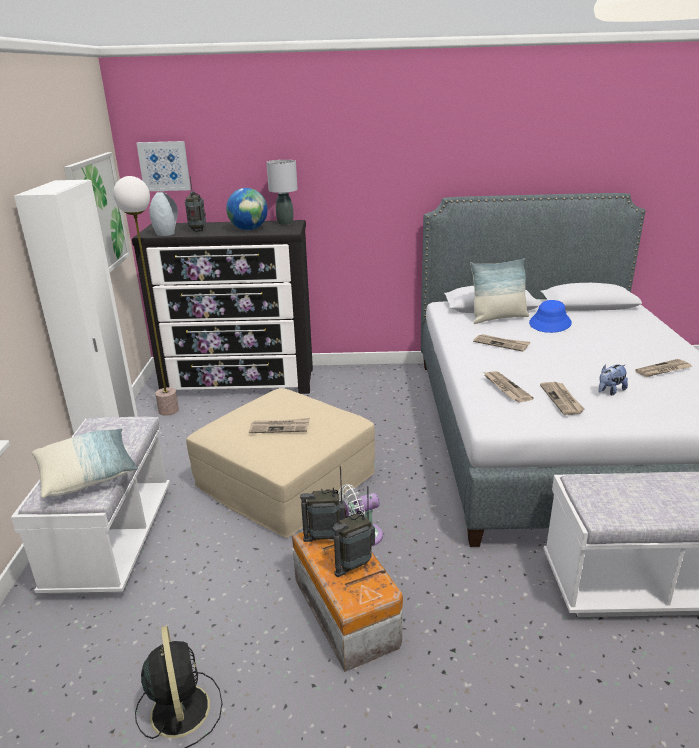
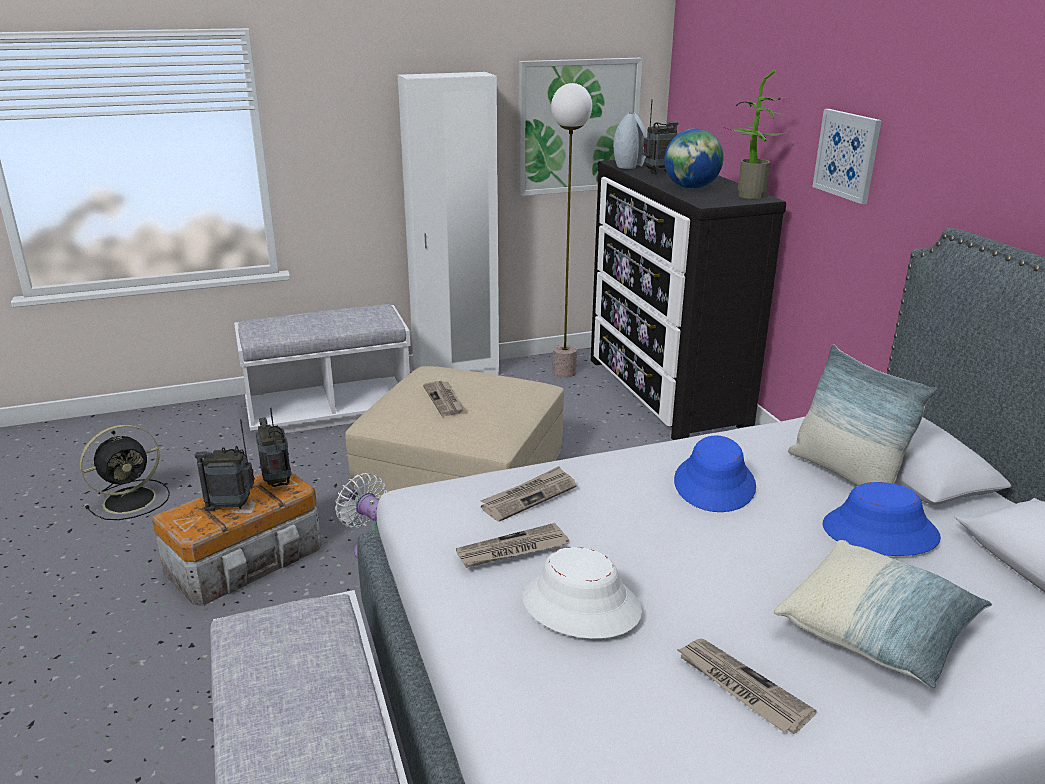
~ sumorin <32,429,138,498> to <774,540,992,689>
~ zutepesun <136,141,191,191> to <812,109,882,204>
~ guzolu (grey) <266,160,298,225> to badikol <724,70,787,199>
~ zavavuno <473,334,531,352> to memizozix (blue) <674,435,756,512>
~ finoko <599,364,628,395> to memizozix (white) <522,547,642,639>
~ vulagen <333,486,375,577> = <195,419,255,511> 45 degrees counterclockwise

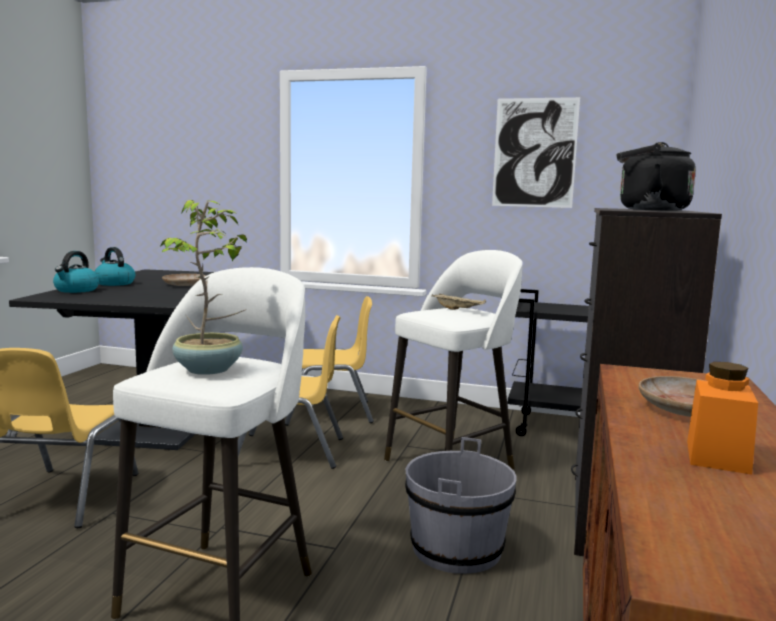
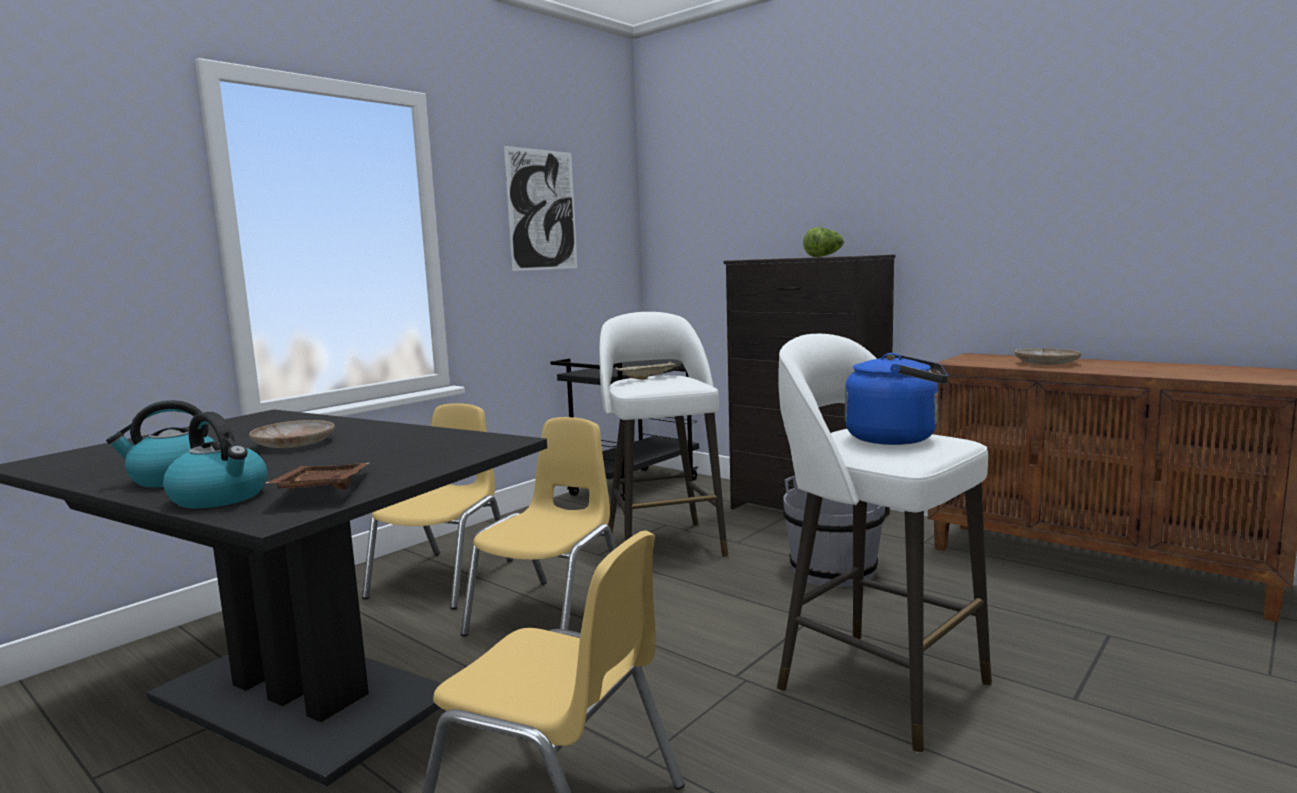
- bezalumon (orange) <687,362,758,475>
+ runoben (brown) <266,463,369,490>
~ badikol <160,200,247,375> to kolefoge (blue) <845,353,948,445>
~ kolefoge (black) <617,142,696,211> to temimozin <803,227,844,257>

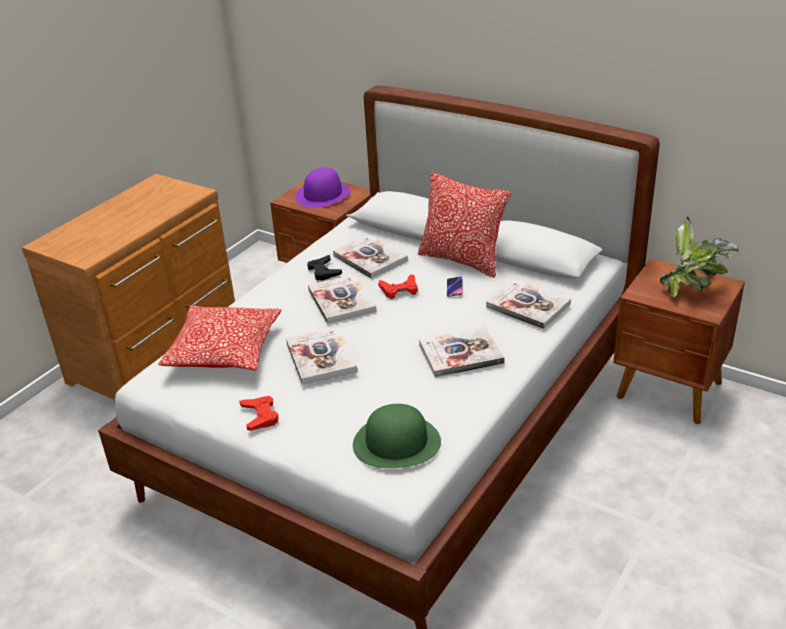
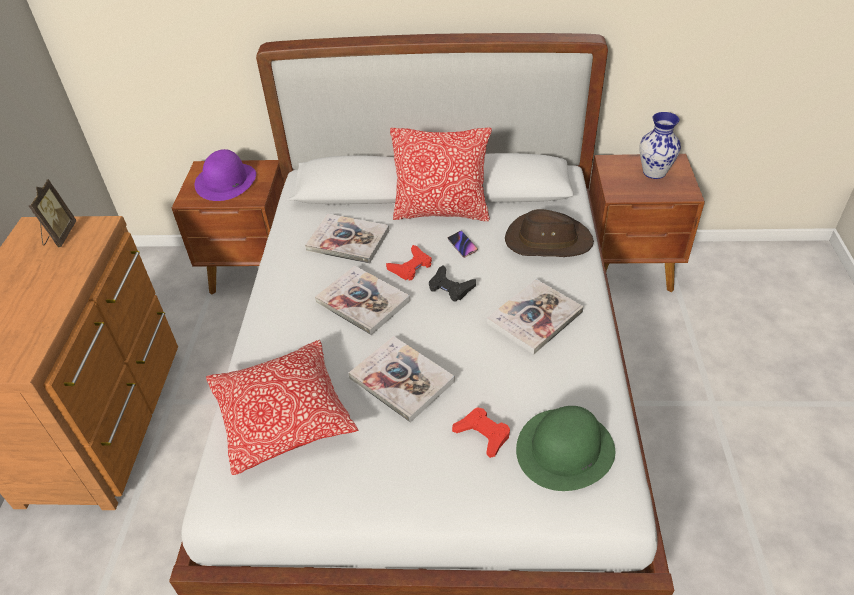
+ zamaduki <29,179,77,247>
~ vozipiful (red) <239,396,279,431> to <452,408,510,458>
~ vozipiful (black) <307,255,342,281> to <429,265,476,302>
~ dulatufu <486,279,571,329> to memizozix (brown) <505,209,594,257>
~ badikol <660,217,739,298> to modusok <639,112,681,179>

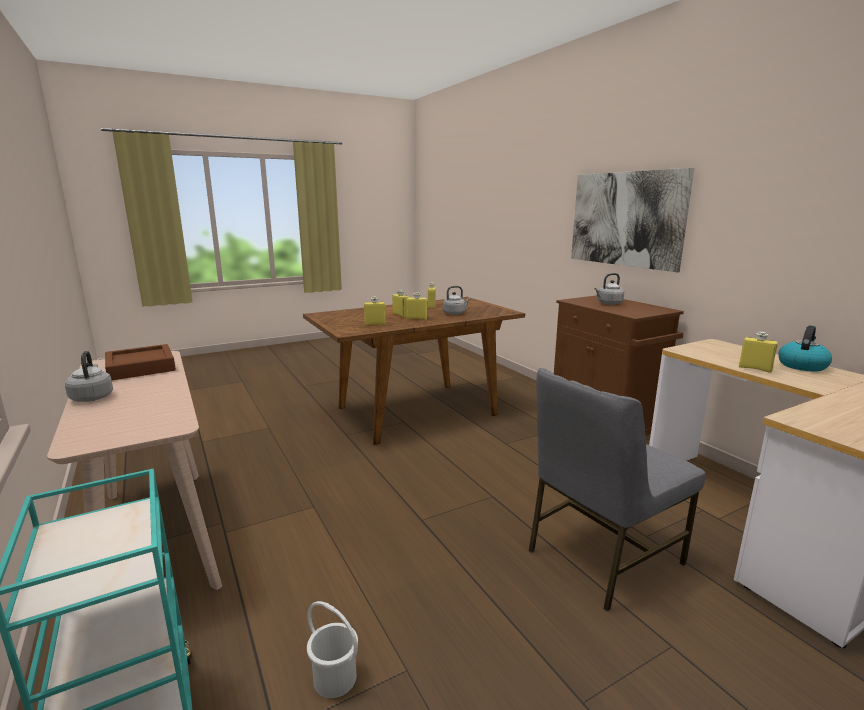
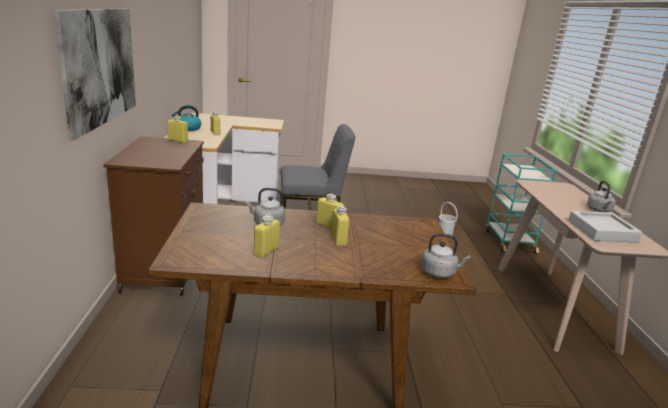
~ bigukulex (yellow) <364,297,386,325> to <167,115,188,144>
~ kolefoge (grey) <594,273,624,305> to <421,233,471,278>
~ runoben (brown) <105,344,176,380> to runoben (grey) <568,211,642,243>

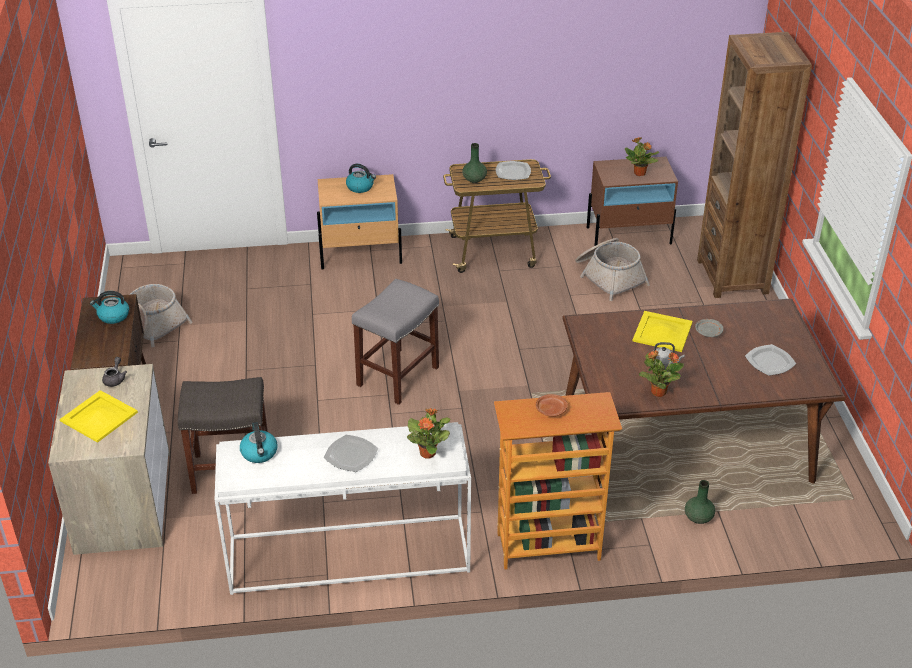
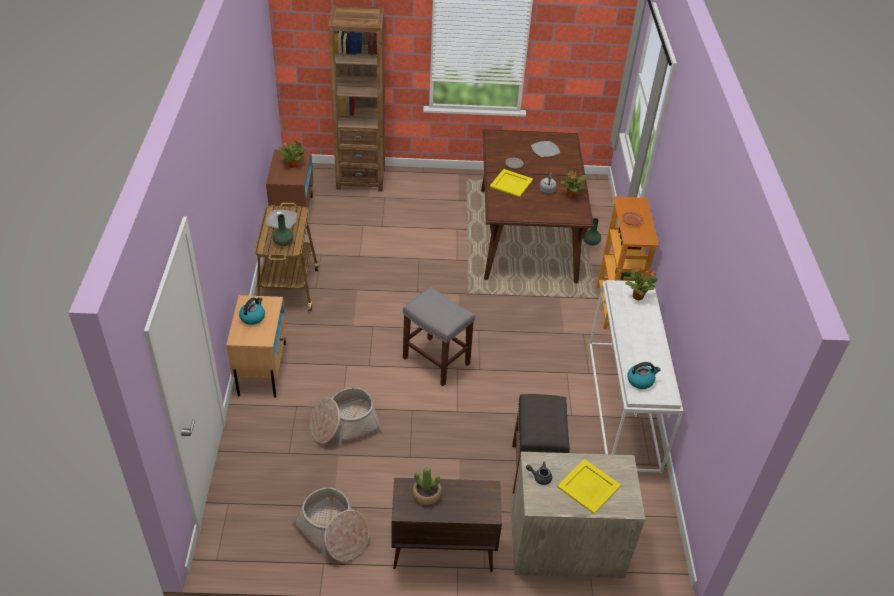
- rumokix <324,435,378,472>
~ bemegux <575,238,650,301> to <310,387,383,447>
~ kolefoge <90,291,129,324> to badikol <413,467,442,505>

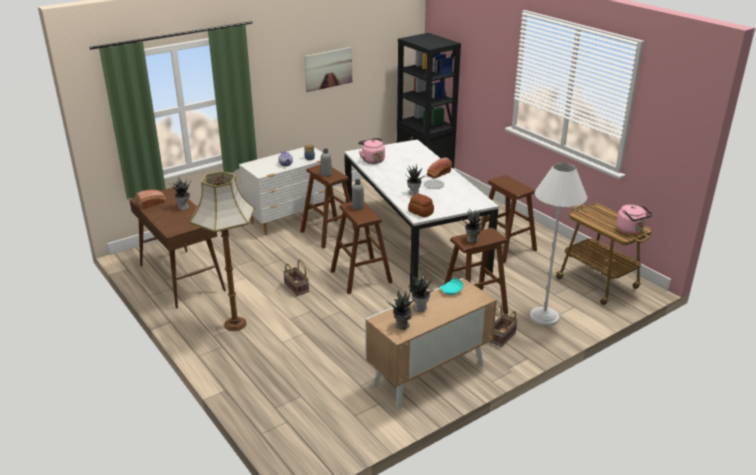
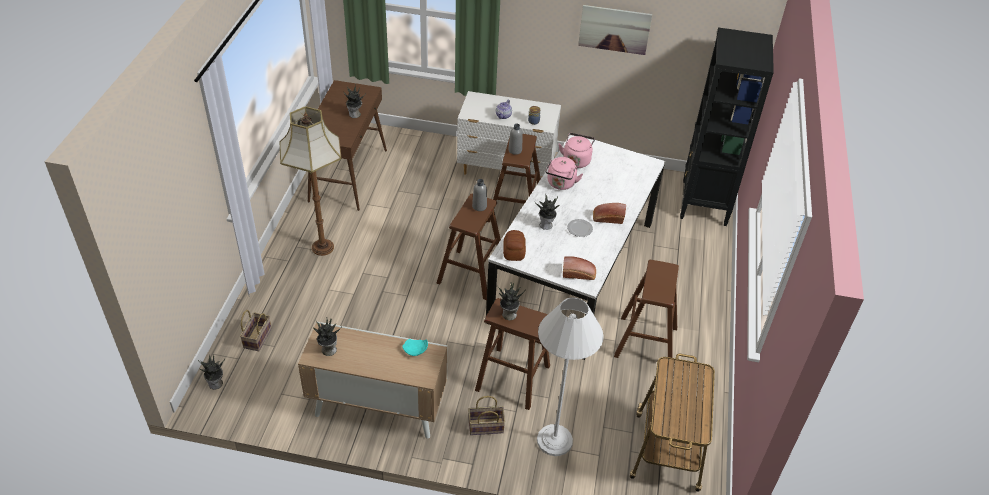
~ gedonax <135,190,166,209> to <563,256,596,280>
~ bemegux <283,259,309,296> to <240,310,272,351>
~ badikol <408,274,434,312> to <198,355,225,389>
~ kolefoge (pink) <616,205,653,234> to <545,157,583,190>

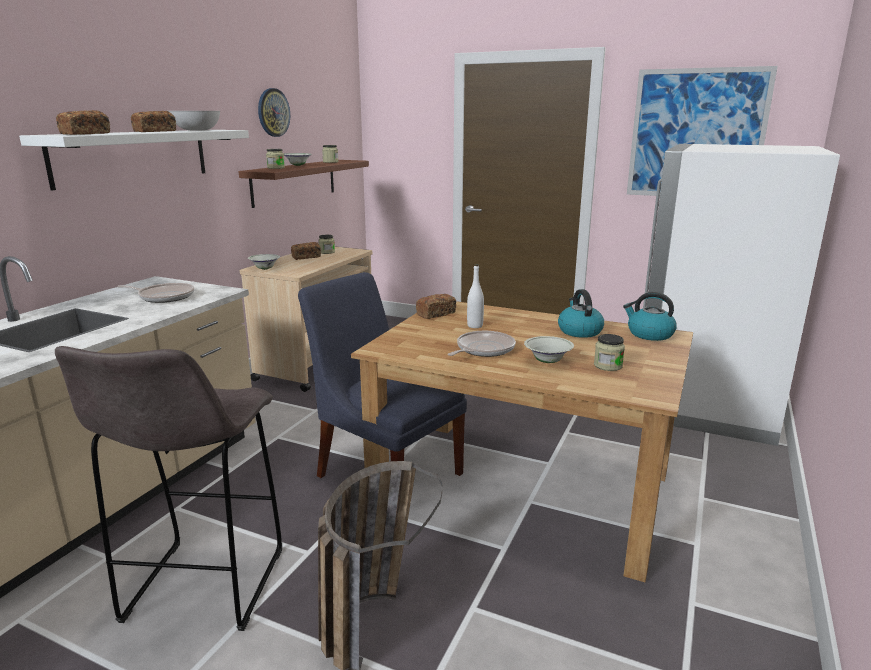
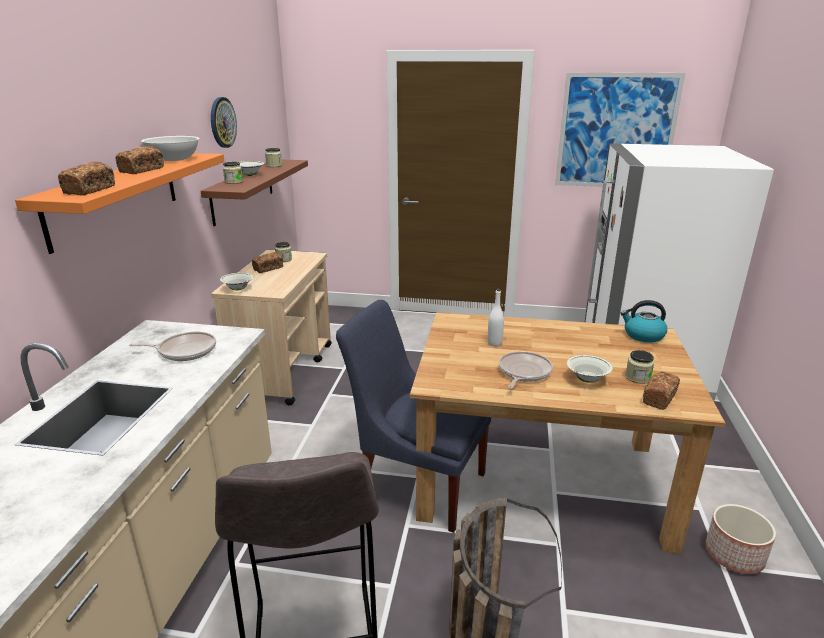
- kolefoge <558,289,604,338>
+ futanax <705,504,776,574>
~ gedonax <416,294,456,319> to <643,372,680,410>
~ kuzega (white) <19,130,249,190> to kuzega (orange) <15,153,225,254>

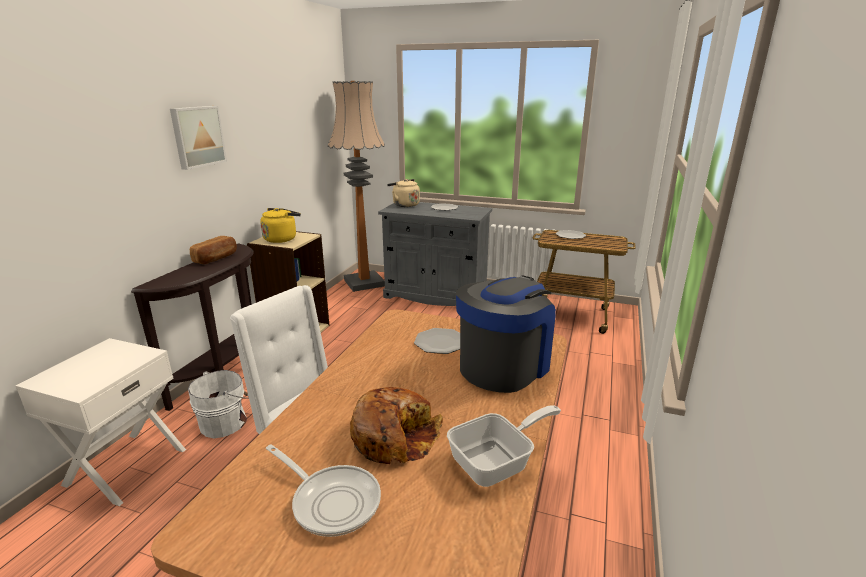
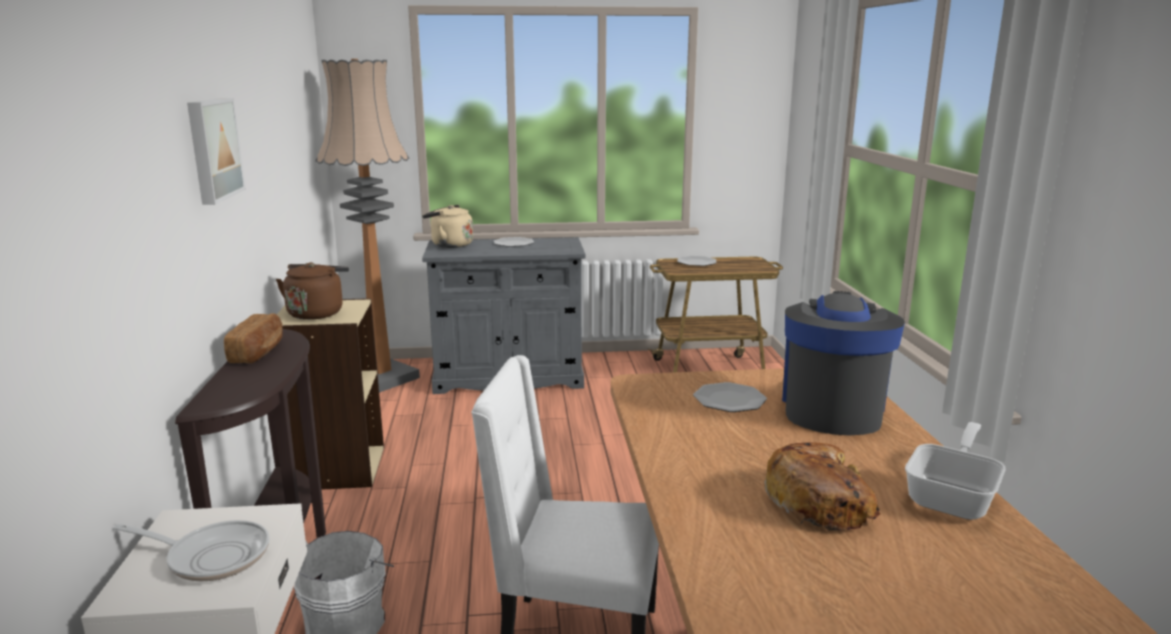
~ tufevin <266,444,381,537> to <113,520,270,582>
~ kolefoge (yellow) <260,208,301,243> to kolefoge (brown) <276,262,349,320>

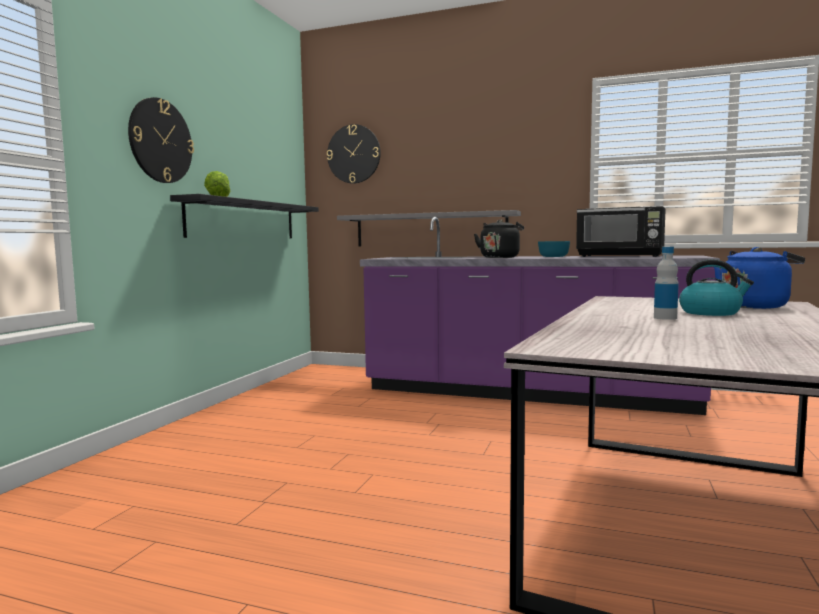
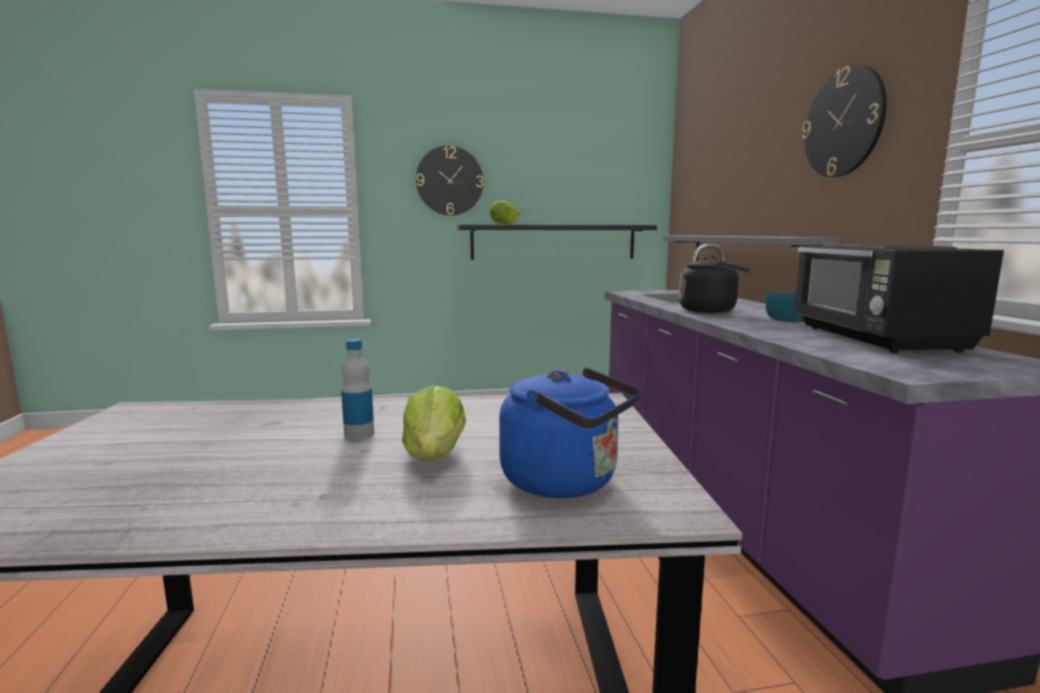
~ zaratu <327,124,381,184> to <802,65,887,177>
~ kolefoge <679,259,754,316> to temimozin <402,385,466,461>

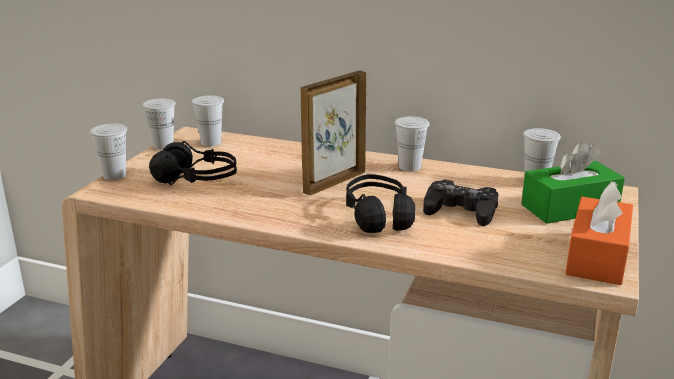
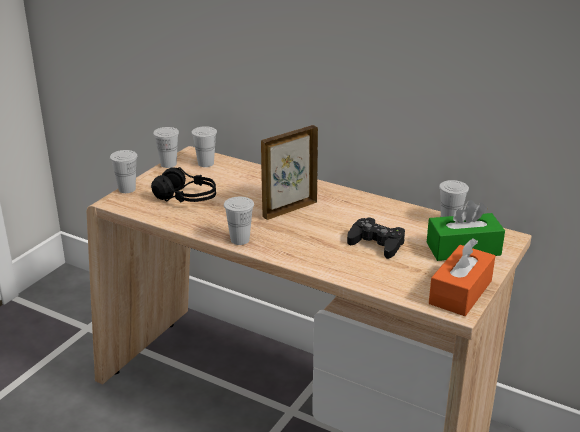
- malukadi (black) <346,174,415,233>
~ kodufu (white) <394,116,430,172> to <224,197,254,245>

